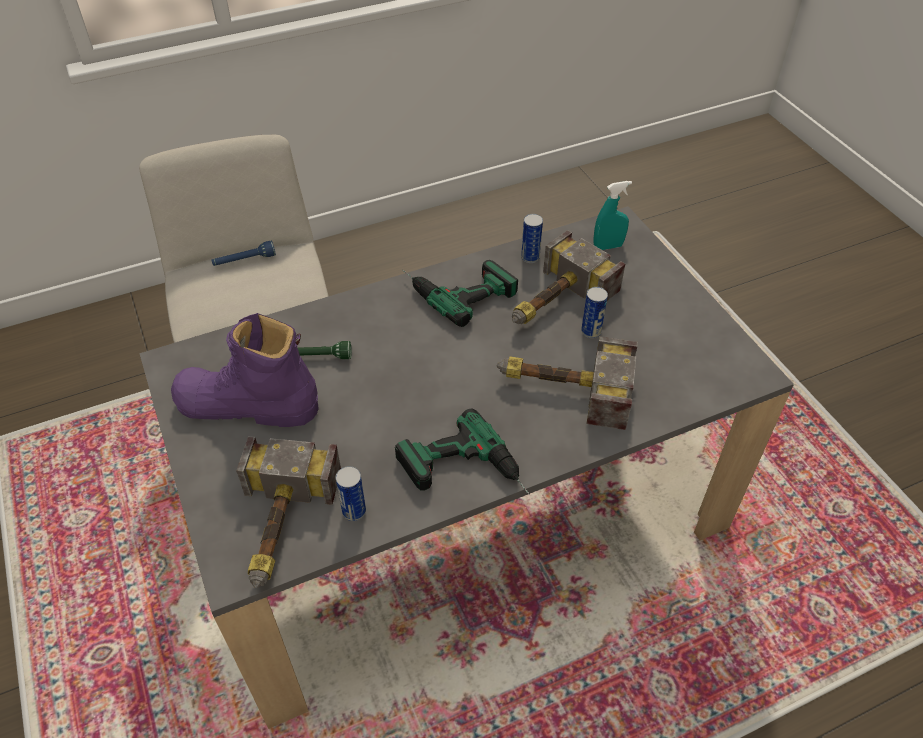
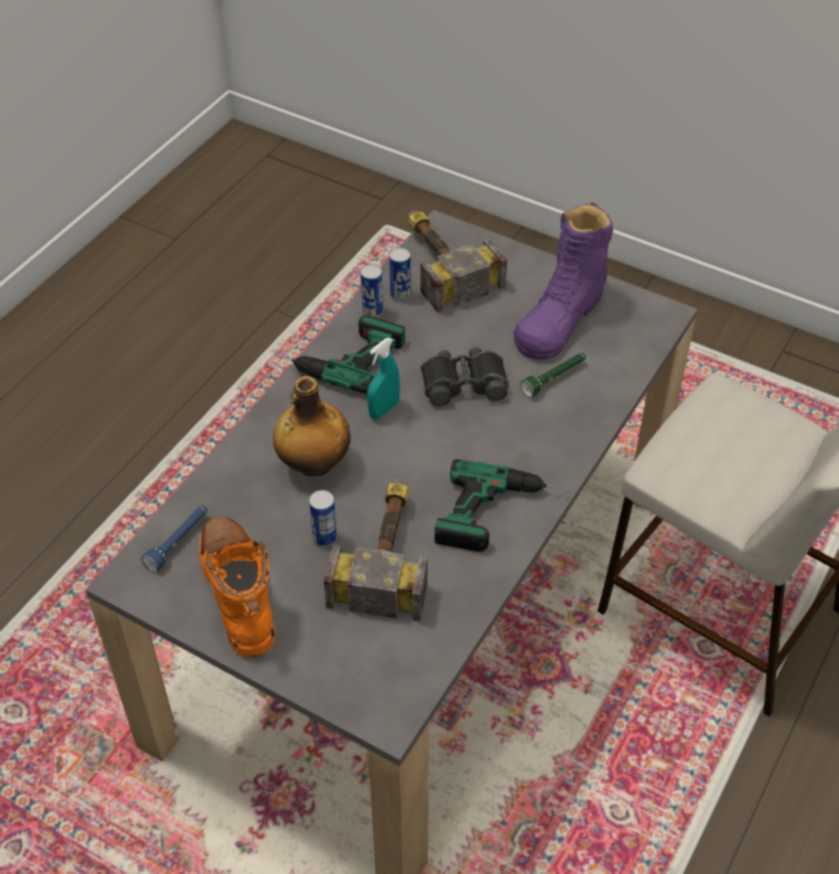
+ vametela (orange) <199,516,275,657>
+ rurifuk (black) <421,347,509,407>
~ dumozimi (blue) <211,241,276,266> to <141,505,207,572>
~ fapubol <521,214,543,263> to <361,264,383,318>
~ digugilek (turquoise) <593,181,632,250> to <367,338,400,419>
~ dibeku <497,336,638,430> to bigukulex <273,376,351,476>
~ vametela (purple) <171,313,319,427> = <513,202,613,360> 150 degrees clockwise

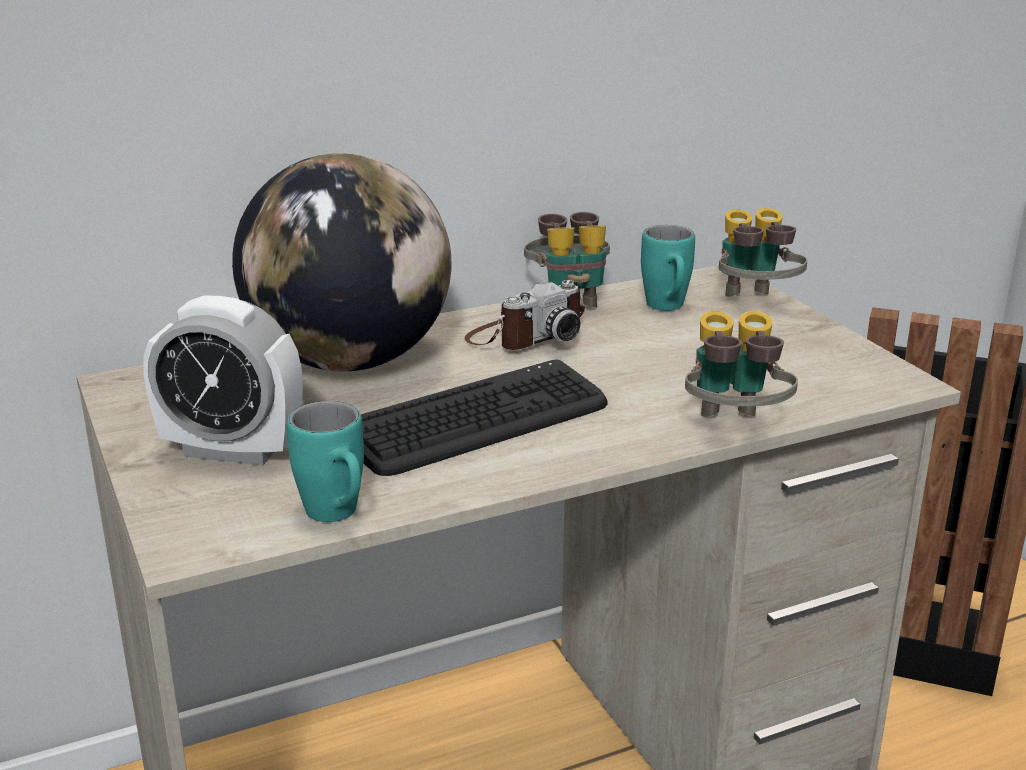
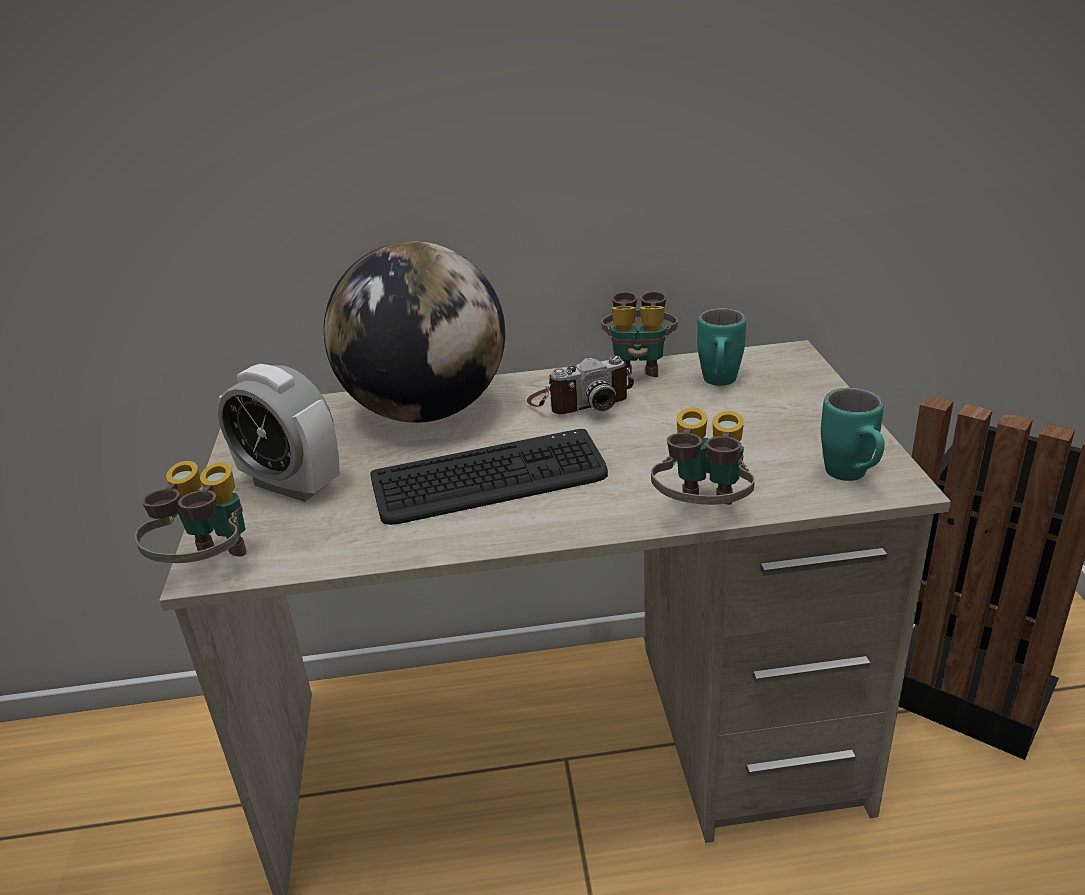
~ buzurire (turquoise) <287,401,364,522> to <821,388,884,481>
~ rurifuk <719,208,808,297> to <135,461,247,563>

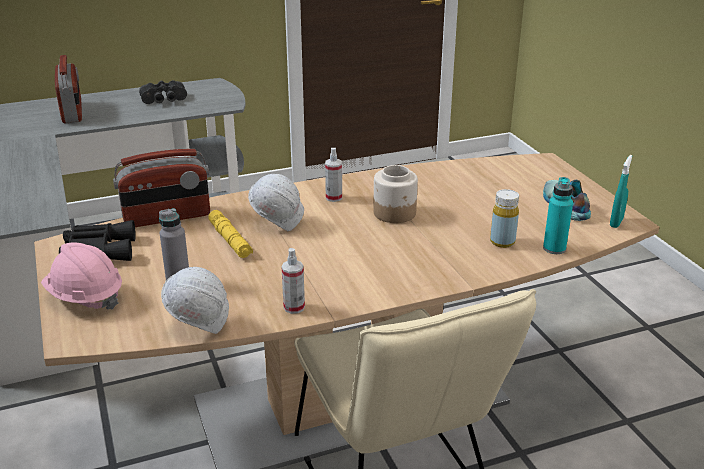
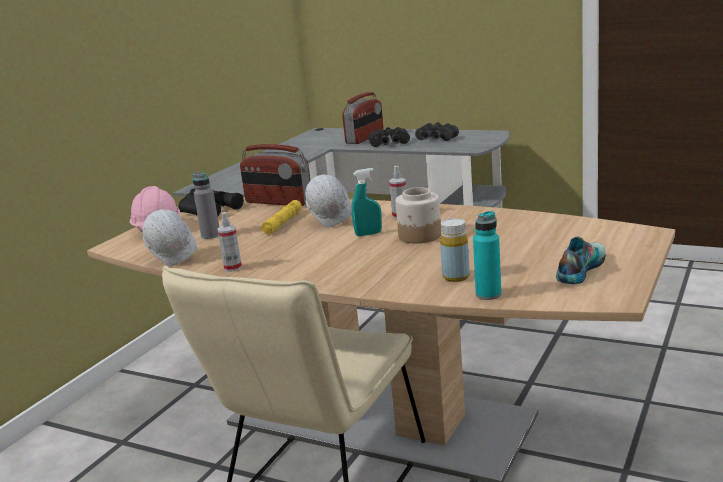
+ rurifuk (black) <368,127,410,147>
~ digugilek (turquoise) <610,155,632,228> to <352,168,382,236>

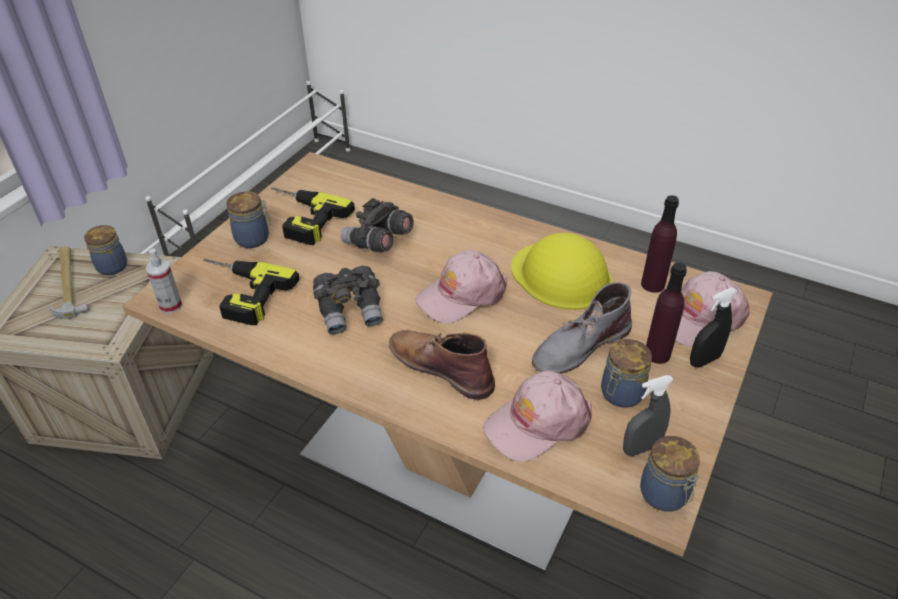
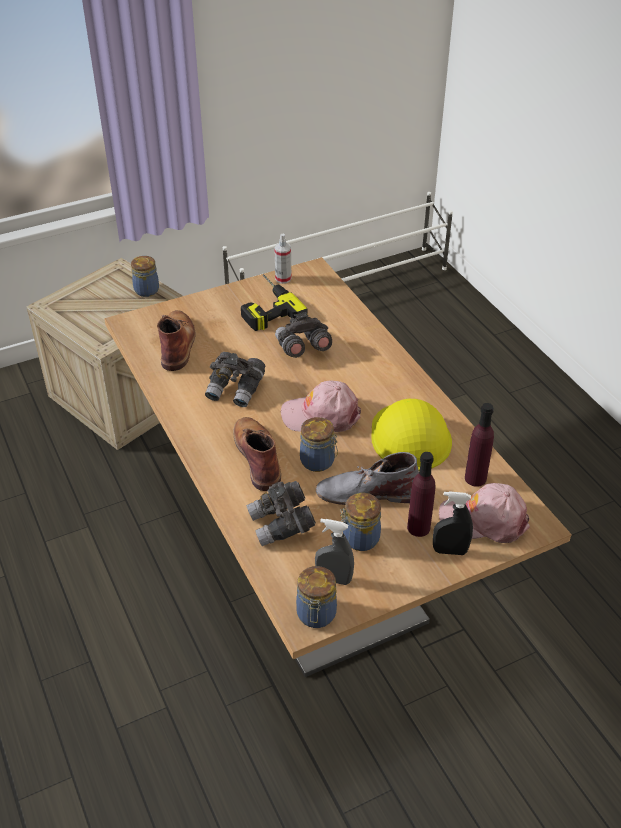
- dibeku <48,246,89,319>
~ digugilek <146,249,182,314> to <274,234,292,284>
~ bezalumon <226,191,271,248> to <300,417,338,472>
~ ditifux <203,259,300,325> to vametela (brown) <157,310,196,371>
~ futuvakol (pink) <483,371,592,462> to rurifuk (grey) <246,481,316,546>

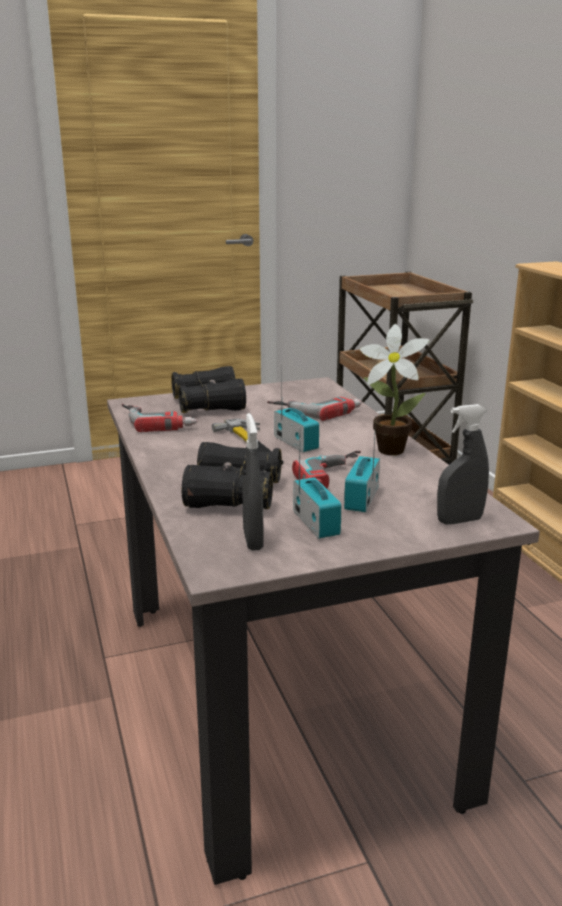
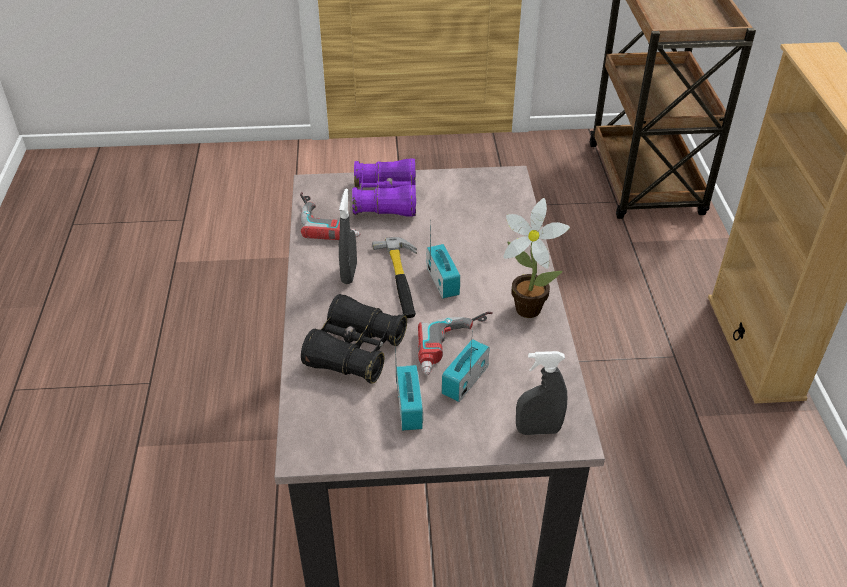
- ditifux <267,397,362,421>
~ digugilek (grey) <243,413,264,551> to <339,189,357,284>
~ rurifuk (black) <171,366,246,413> to rurifuk (purple) <352,159,416,217>

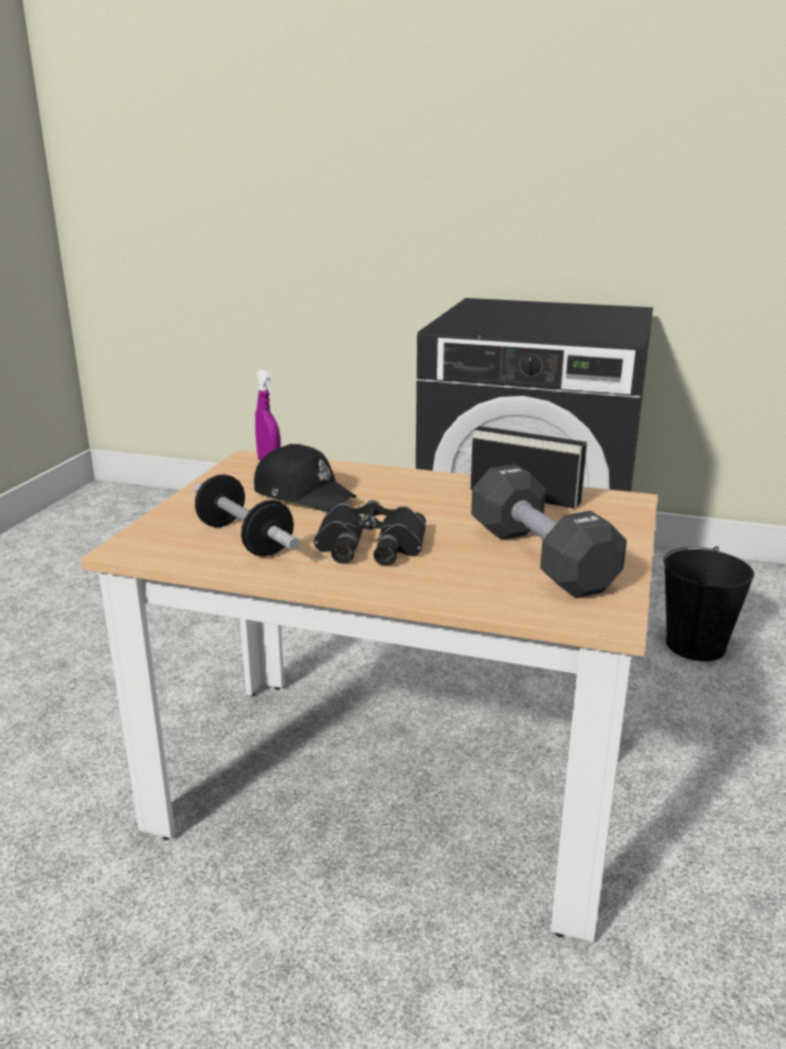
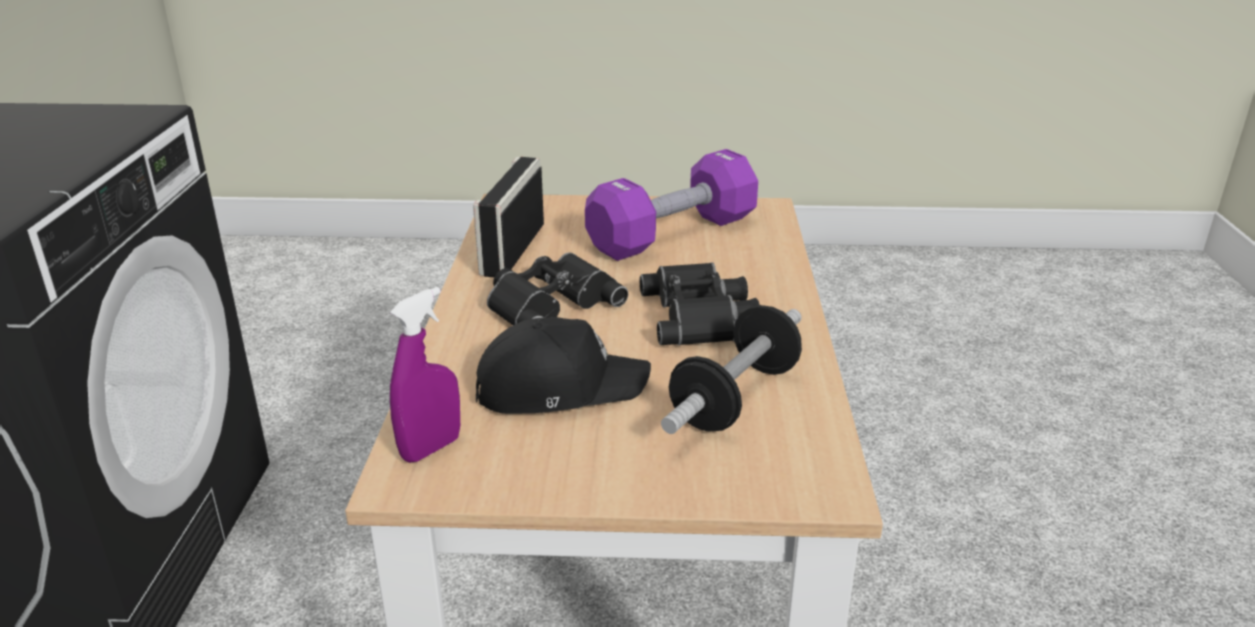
- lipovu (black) <663,547,754,661>
+ rurifuk (black) <487,252,628,325>
~ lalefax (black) <471,464,627,598> to lalefax (purple) <585,149,758,261>
~ futuvakol (black) <254,444,356,511> = <476,317,651,414> 60 degrees clockwise

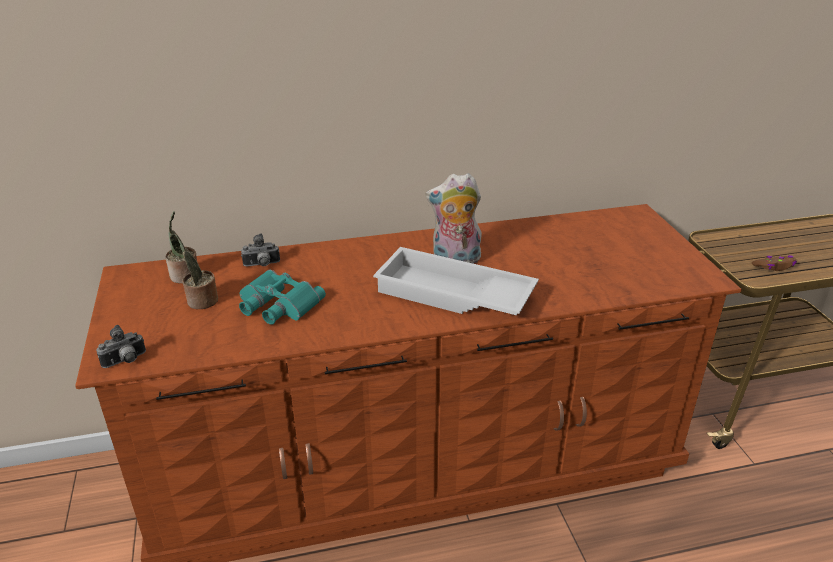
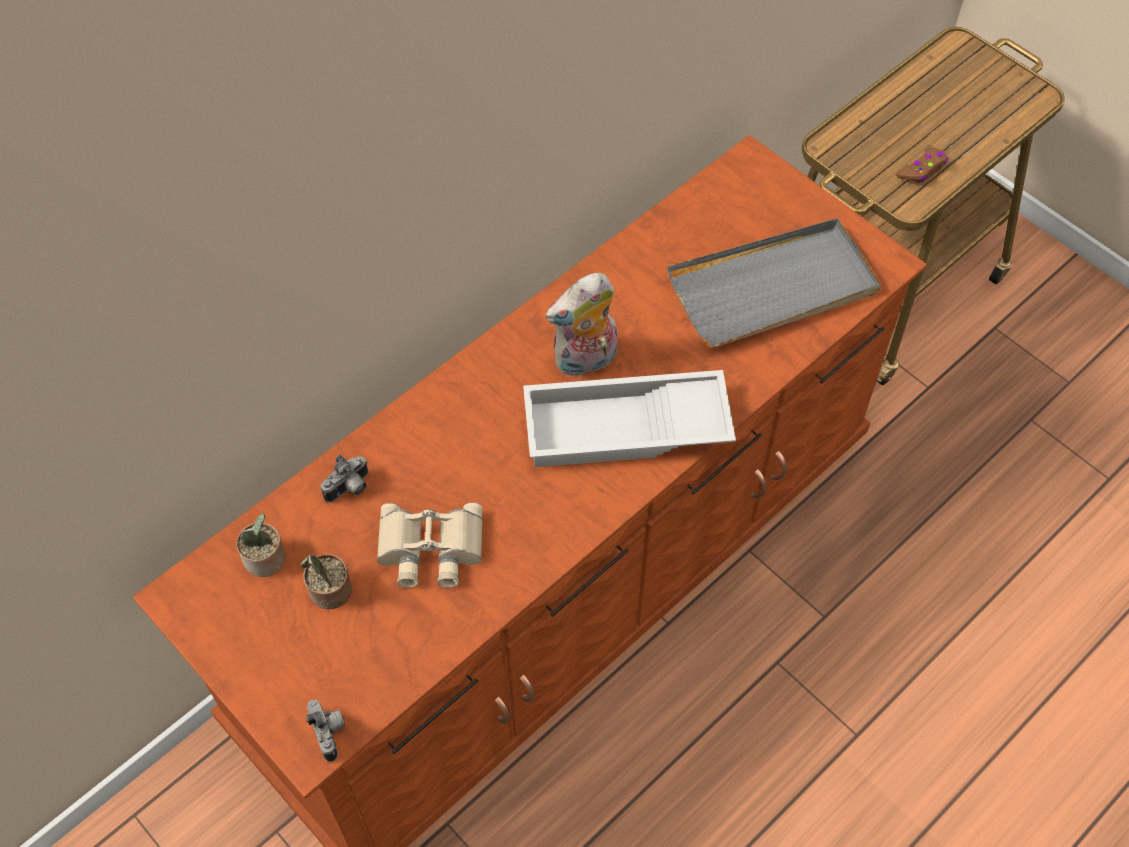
+ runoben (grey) <667,218,882,348>
~ rurifuk (turquoise) <239,270,326,325> to rurifuk (beige) <377,503,483,588>
~ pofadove <96,325,146,368> = <306,700,345,762> 45 degrees counterclockwise

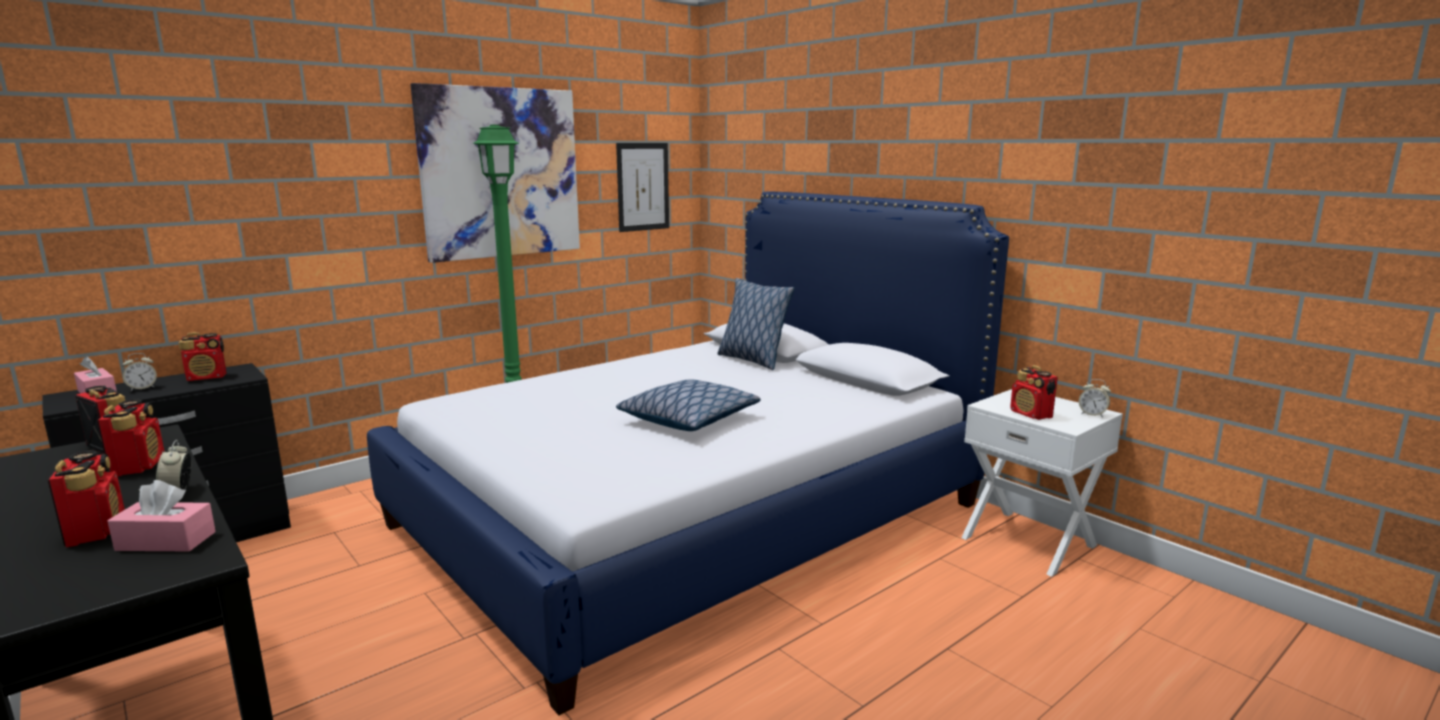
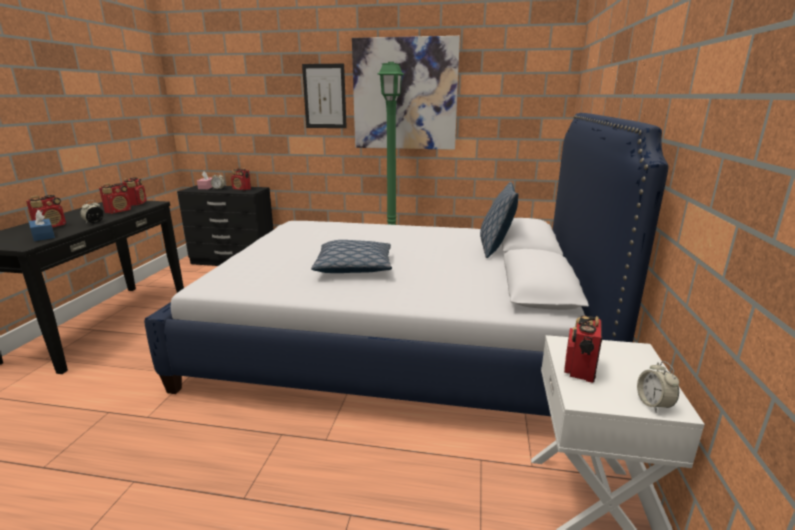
~ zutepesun <616,143,669,232> to <302,64,347,128>
~ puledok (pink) <108,480,216,551> to puledok (blue) <29,210,55,241>

